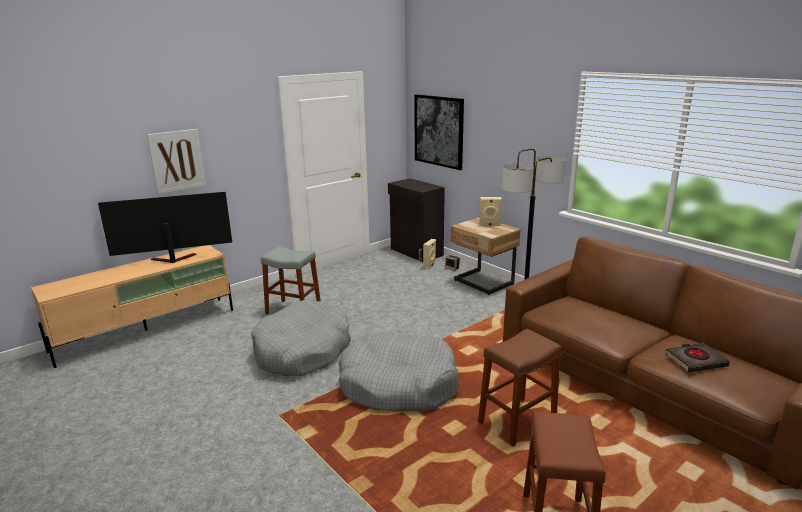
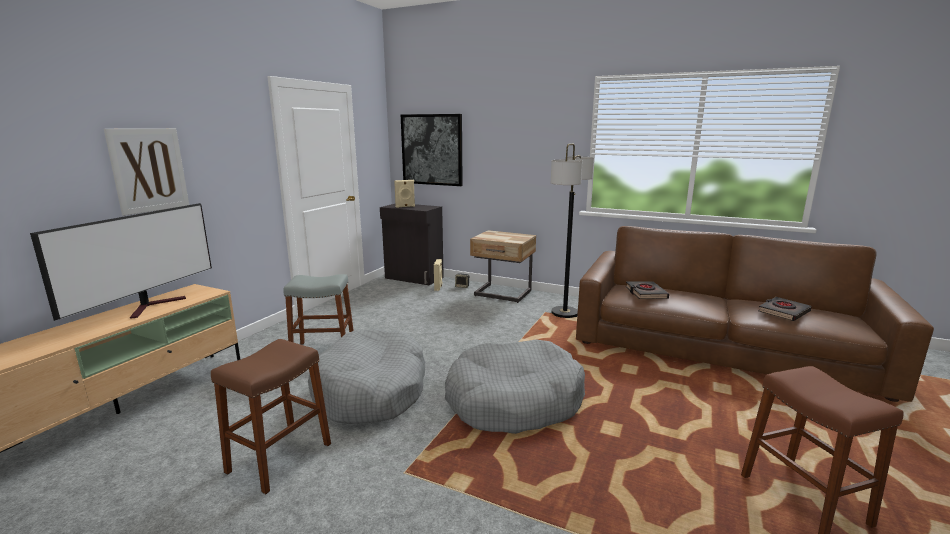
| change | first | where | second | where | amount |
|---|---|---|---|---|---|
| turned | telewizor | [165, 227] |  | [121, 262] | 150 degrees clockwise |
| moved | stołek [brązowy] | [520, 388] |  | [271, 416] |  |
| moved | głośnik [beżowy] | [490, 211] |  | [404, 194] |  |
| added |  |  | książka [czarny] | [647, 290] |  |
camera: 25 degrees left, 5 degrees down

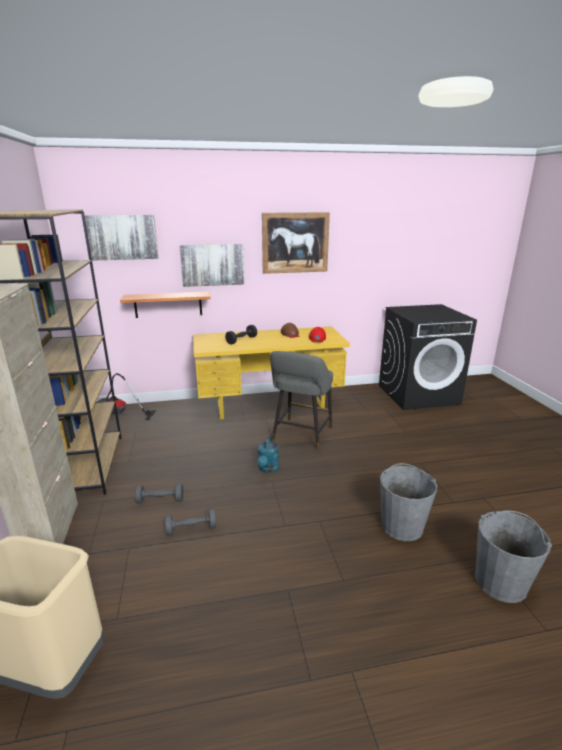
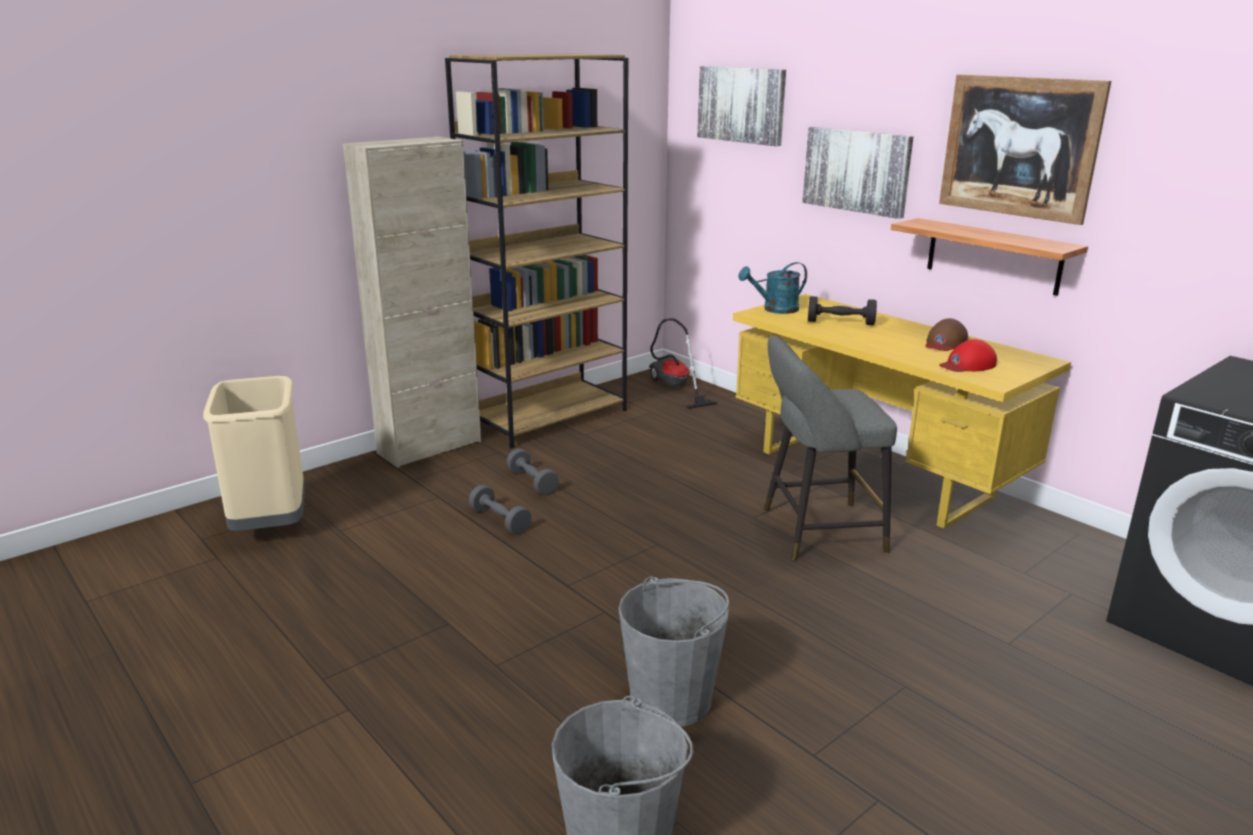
| change | first | where | second | where | amount |
|---|---|---|---|---|---|
| moved | półka | [165, 304] |  | [989, 257] |  |
| moved | konewka [turkusowy] | [268, 454] |  | [772, 288] |  |
camera: 60 degrees right, 0 degrees up

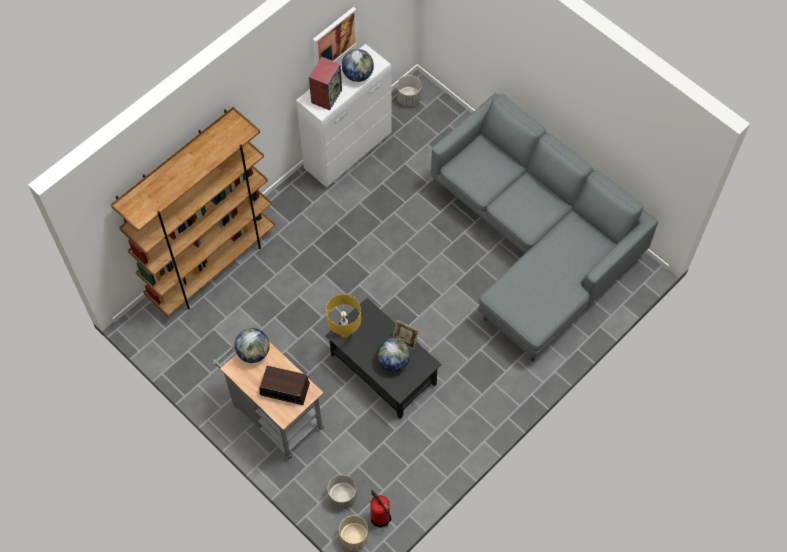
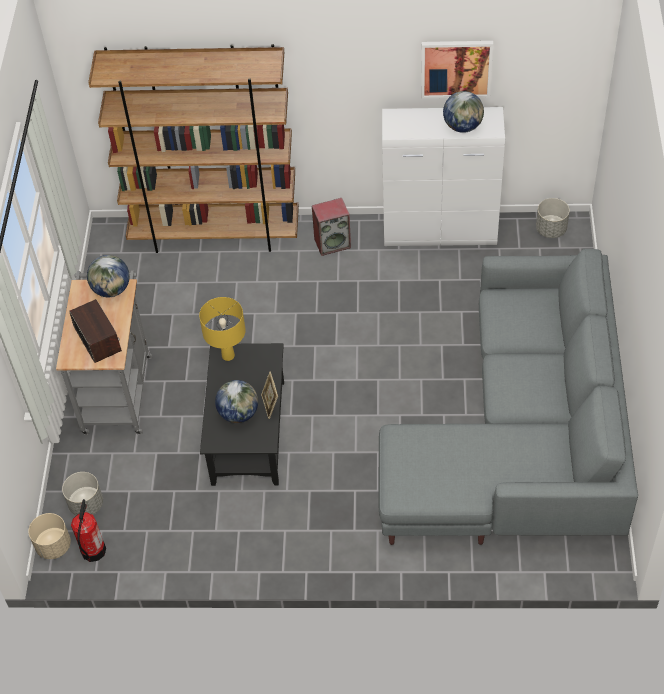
| change | first | where | second | where | amount |
|---|---|---|---|---|---|
| moved | głośnik | [325, 83] |  | [331, 227] |  |
camera: 50 degrees right, 10 degrees down

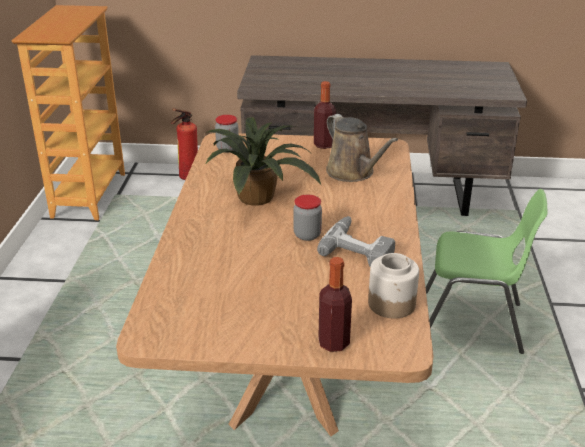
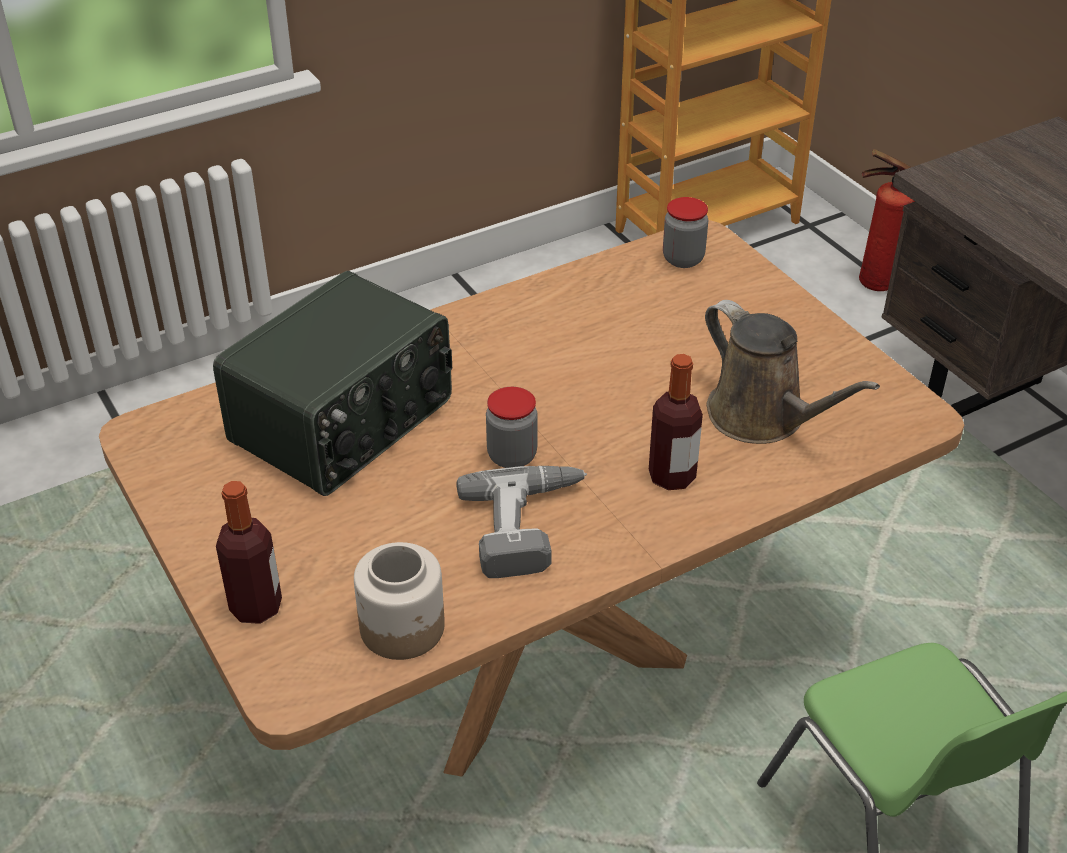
| change | first | where | second | where | amount |
|---|---|---|---|---|---|
| removed | roślina doniczkowa | [263, 161] |  |  |  |
| moved | butelka | [325, 115] |  | [676, 422] |  |
| turned | konewka [brązowy] | [362, 148] |  | [792, 372] | 60 degrees counterclockwise |
| added |  |  | radio | [332, 383] |  |
camera: 55 degrees right, 10 degrees up

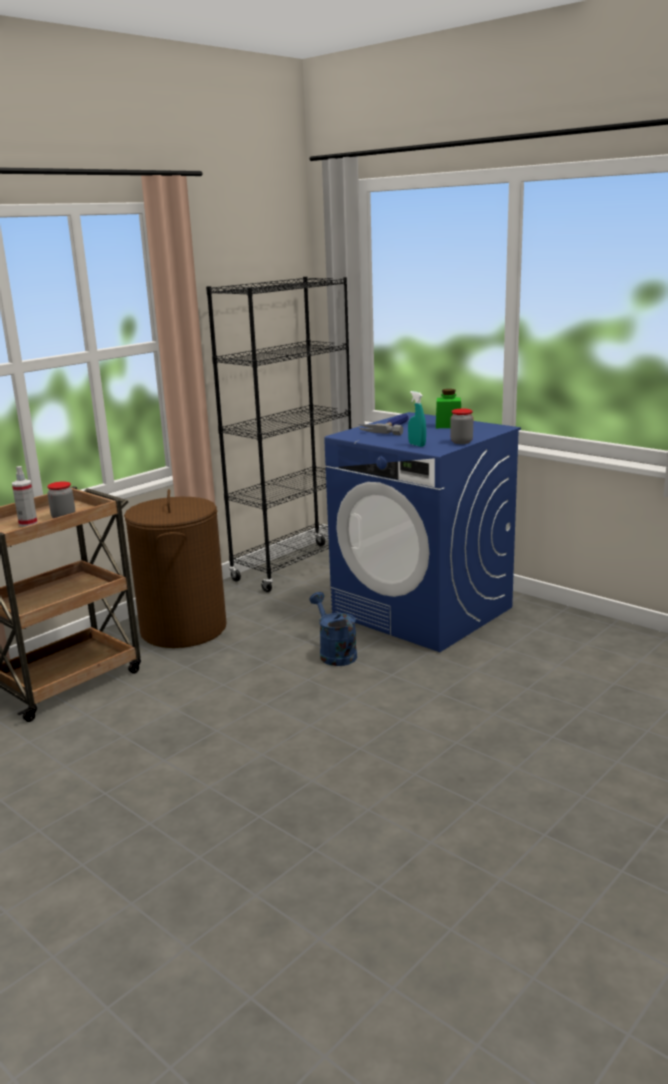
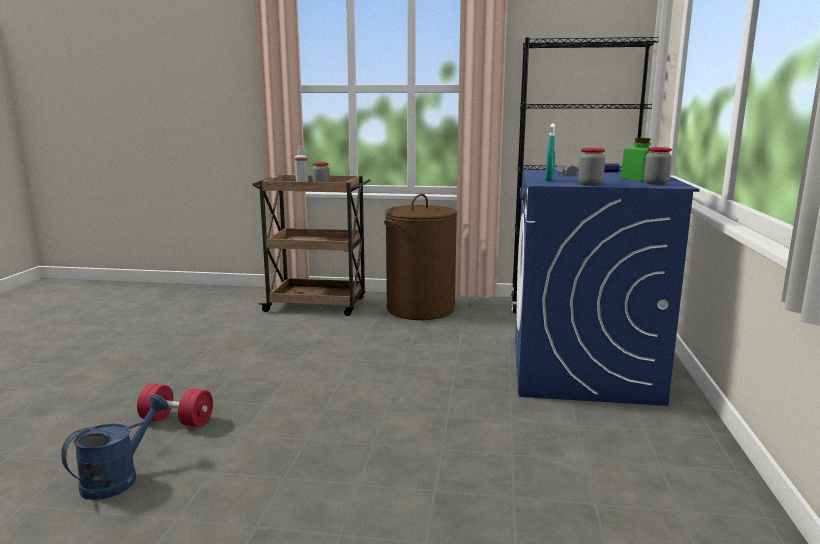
| change | first | where | second | where | amount |
|---|---|---|---|---|---|
| moved | konewka [niebieski] | [333, 629] |  | [115, 447] |  |
| added |  |  | hantel [czerwony] | [175, 405] |  |
| added |  |  | słoik | [658, 166] |  |
camera: 55 degrees right, 5 degrees down

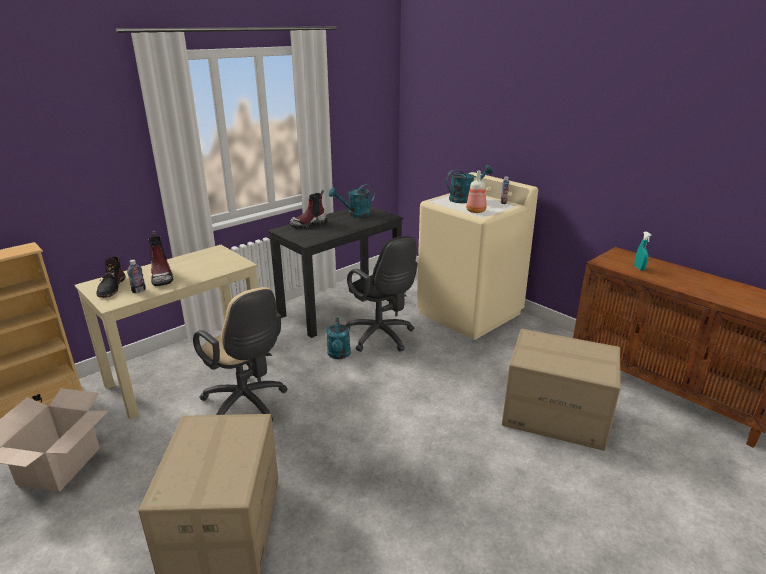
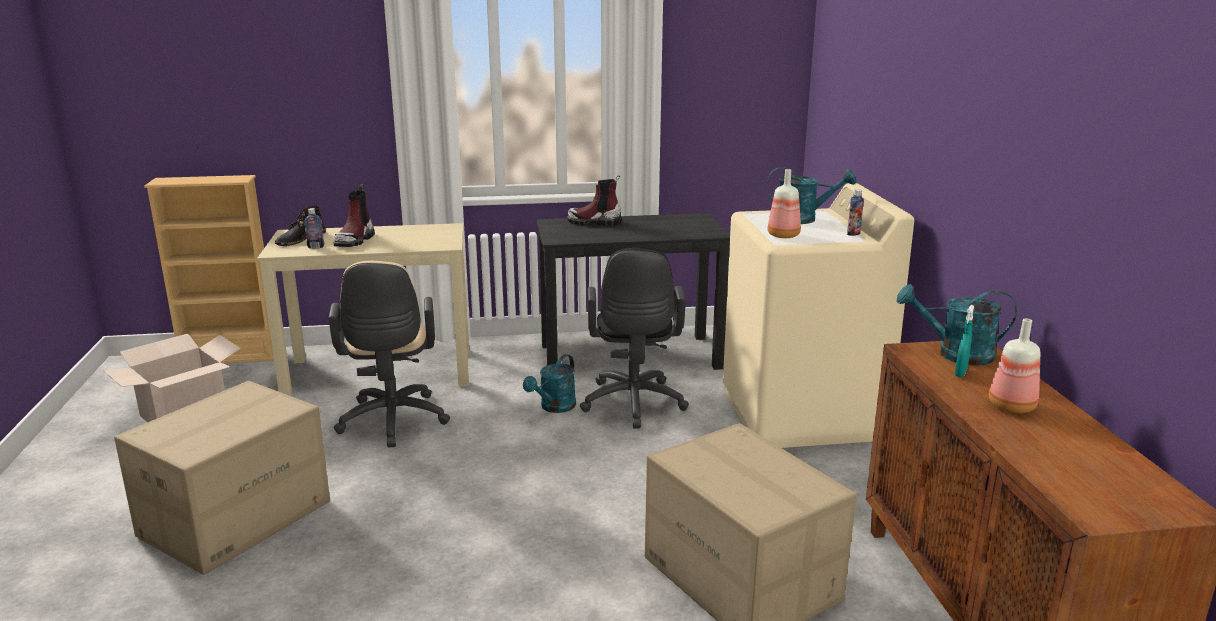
| change | first | where | second | where | amount |
|---|---|---|---|---|---|
| moved | konewka [turkusowy] | [352, 200] |  | [957, 325] |  |
| added |  |  | butelka | [1014, 365] |  |
camera: 35 degrees right, 5 degrees down

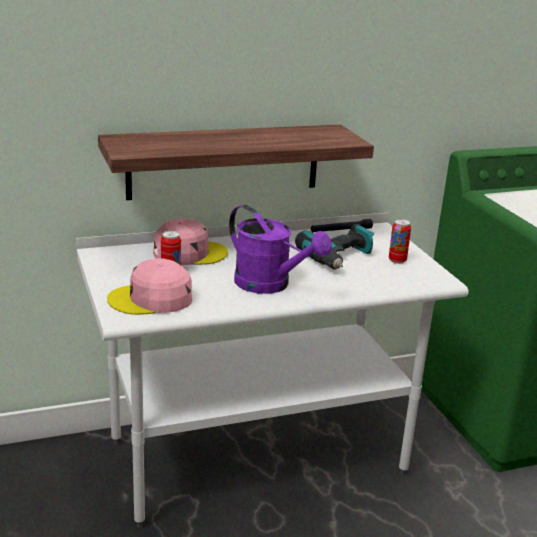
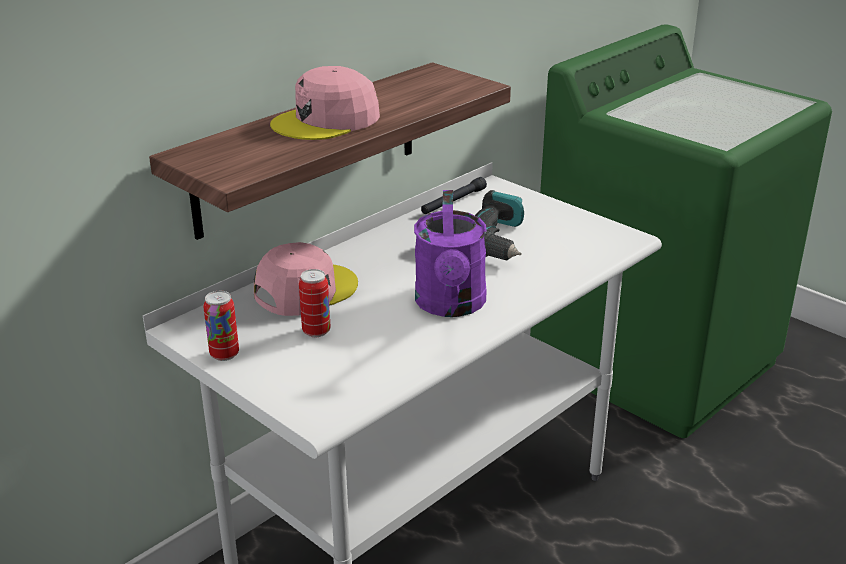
| change | first | where | second | where | amount |
|---|---|---|---|---|---|
| moved | czapka z daszkiem [różowy] | [149, 287] |  | [325, 103] |  |
| turned | konewka [fioletowy] | [280, 249] |  | [450, 253] | 75 degrees clockwise |
| moved | puszka | [400, 241] |  | [221, 326] |  |
camera: 25 degrees left, 5 degrees up

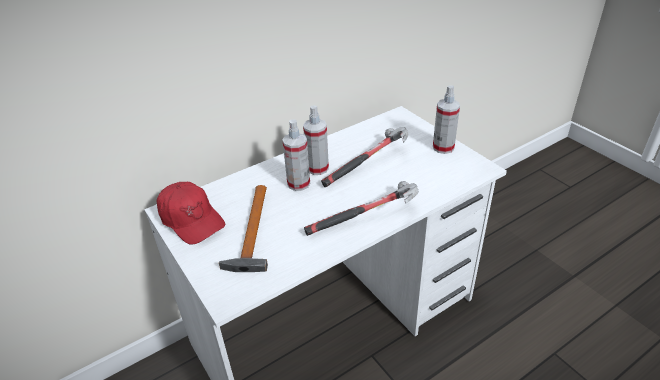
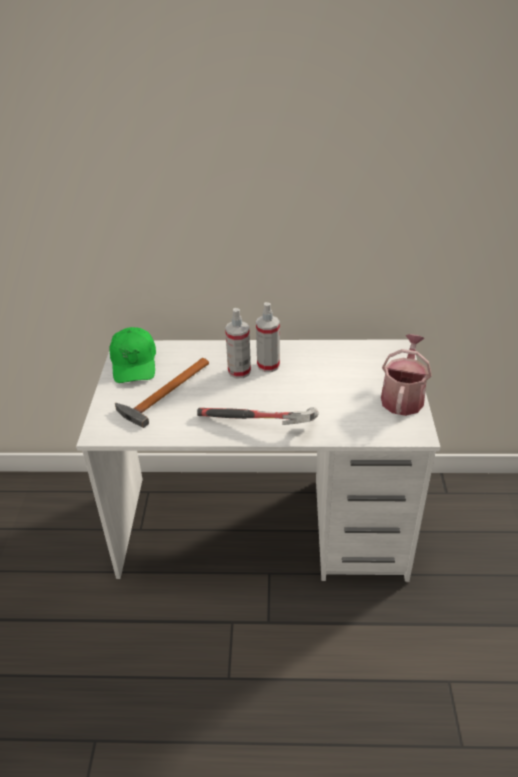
| change | first | where | second | where | amount |
|---|---|---|---|---|---|
| recoloured | czapka z daszkiem [czerwony] | [190, 213] | czapka z daszkiem [zielony] | [132, 355] |  |
| removed | młotek | [364, 157] |  |  |  |
| replaced | spryskiwacz | [446, 119] | konewka | [406, 375] |  |
camera: 35 degrees right, 0 degrees up

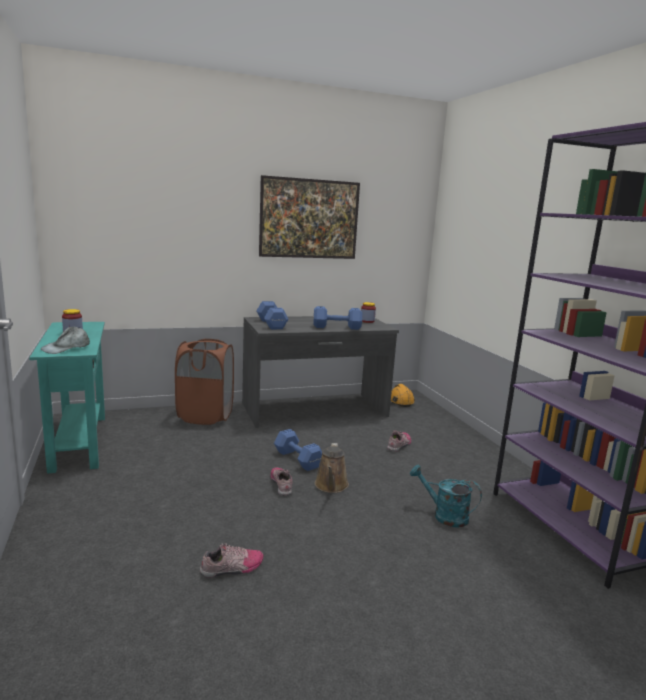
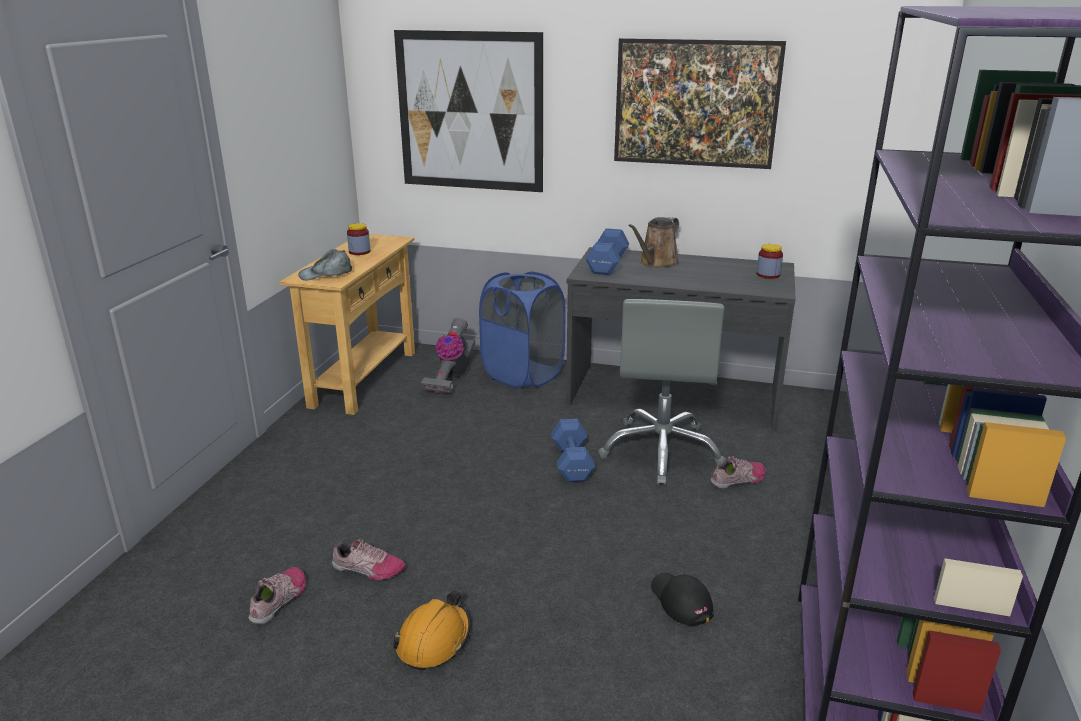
| change | first | where | second | where | amount |
|---|---|---|---|---|---|
| recoloured | stolik konsolowy [turkusowy] | [67, 398] | stolik konsolowy [beżowy] | [347, 324] |  |
| recoloured | kosz na pranie [brązowy] | [204, 382] | kosz na pranie [niebieski] | [522, 330] |  |
| moved | but | [282, 481] |  | [277, 596] |  |
| removed | hantel [niebieski] | [337, 318] |  |  |  |
| moved | konewka [brązowy] | [332, 468] |  | [654, 242] |  |
| moved | kask [pomarańczowy] | [403, 395] |  | [432, 630] |  |
| replaced | konewka [turkusowy] | [446, 496] | czapka z daszkiem [czarny] | [682, 599] |  |
| added |  |  | obraz | [468, 111] |  |
| added |  |  | odkurzacz | [448, 356] |  |
| added |  |  | krzesło biurowe [szary] | [662, 392] |  |
camera: 35 degrees right, 10 degrees up

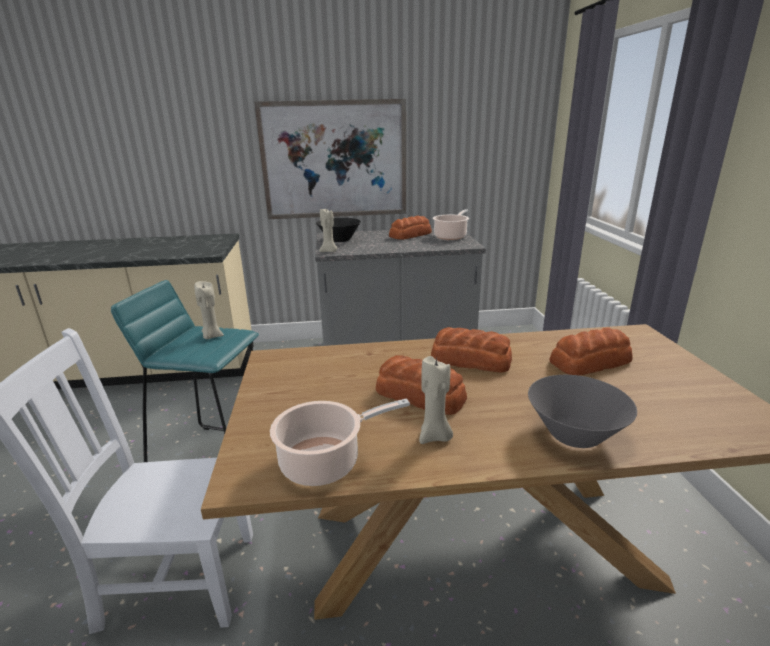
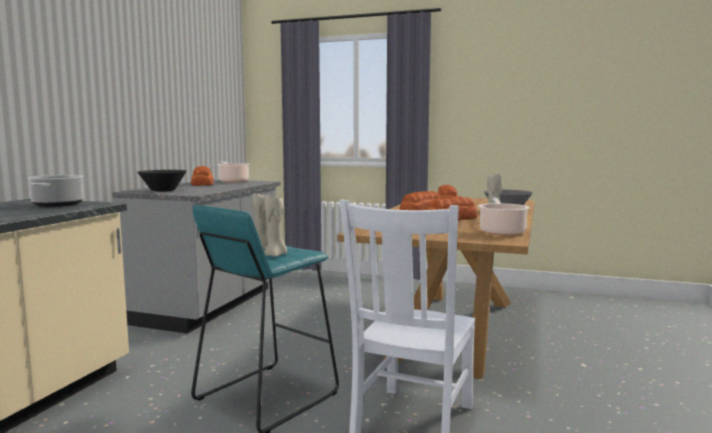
| change | first | where | second | where | amount |
|---|---|---|---|---|---|
| removed | obraz | [330, 159] |  |  |  |
| moved | świeca [beżowy] | [328, 230] |  | [275, 227] |  |
| added |  |  | garnek | [55, 191] |  |
camera: 65 degrees left, 15 degrees down

